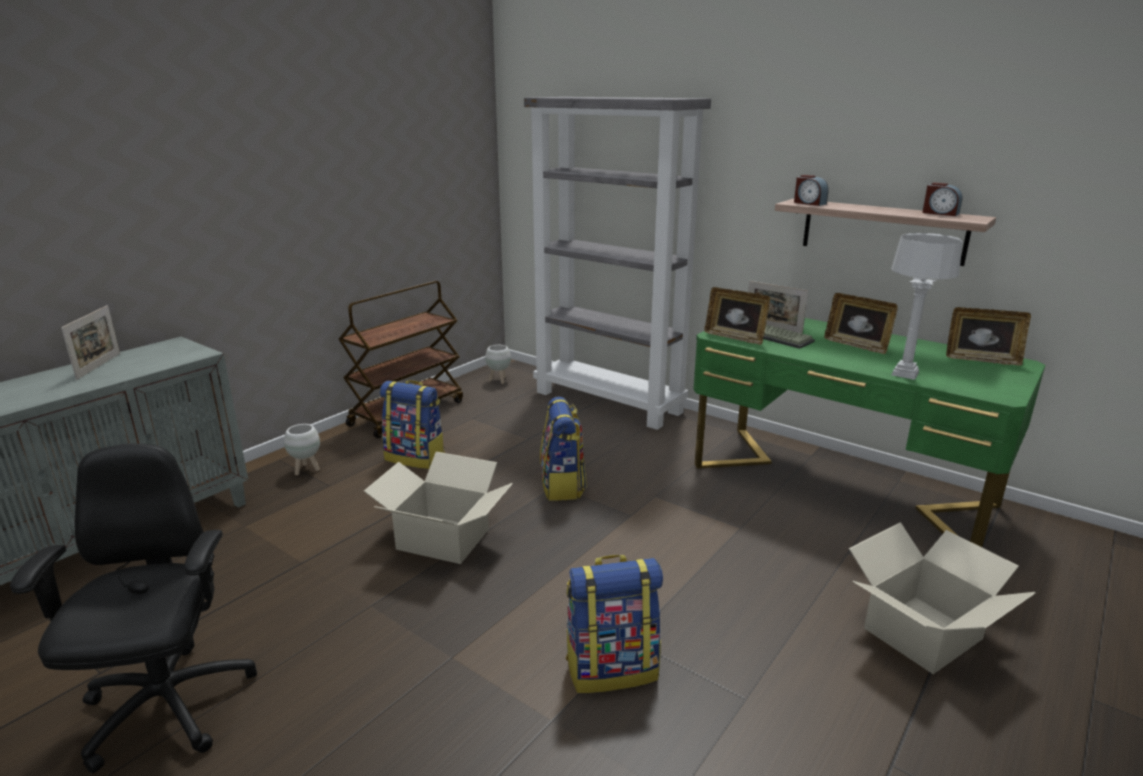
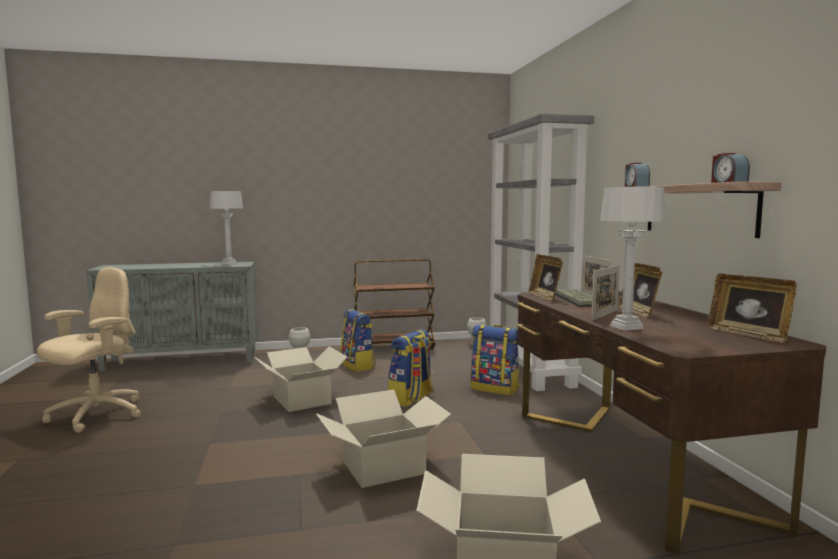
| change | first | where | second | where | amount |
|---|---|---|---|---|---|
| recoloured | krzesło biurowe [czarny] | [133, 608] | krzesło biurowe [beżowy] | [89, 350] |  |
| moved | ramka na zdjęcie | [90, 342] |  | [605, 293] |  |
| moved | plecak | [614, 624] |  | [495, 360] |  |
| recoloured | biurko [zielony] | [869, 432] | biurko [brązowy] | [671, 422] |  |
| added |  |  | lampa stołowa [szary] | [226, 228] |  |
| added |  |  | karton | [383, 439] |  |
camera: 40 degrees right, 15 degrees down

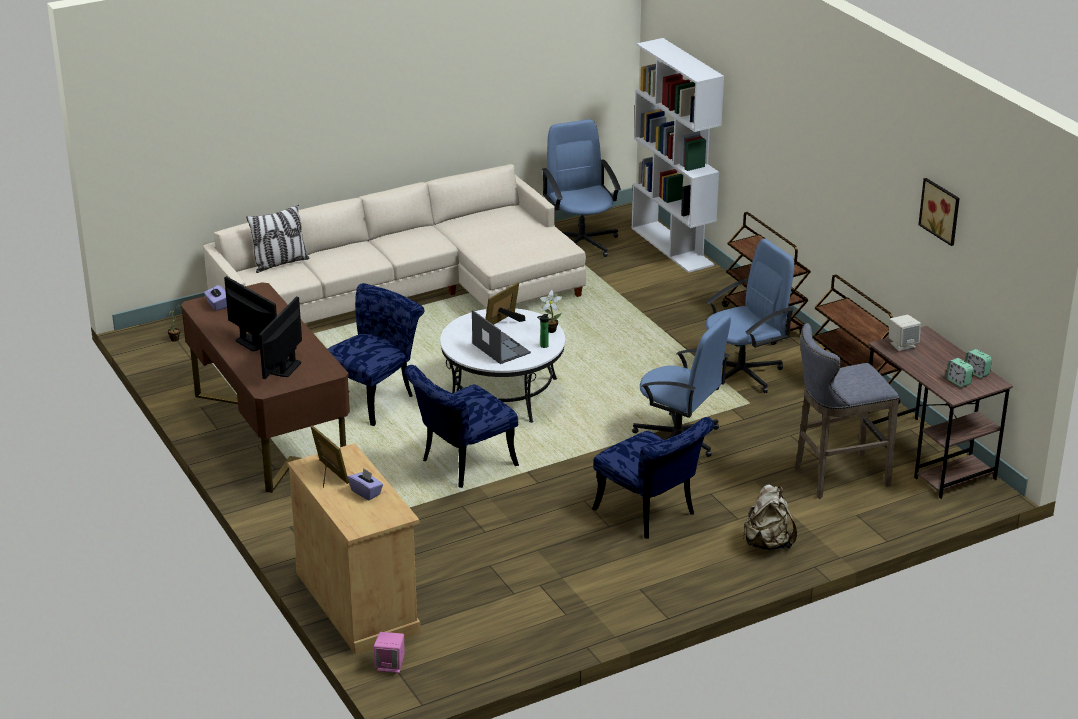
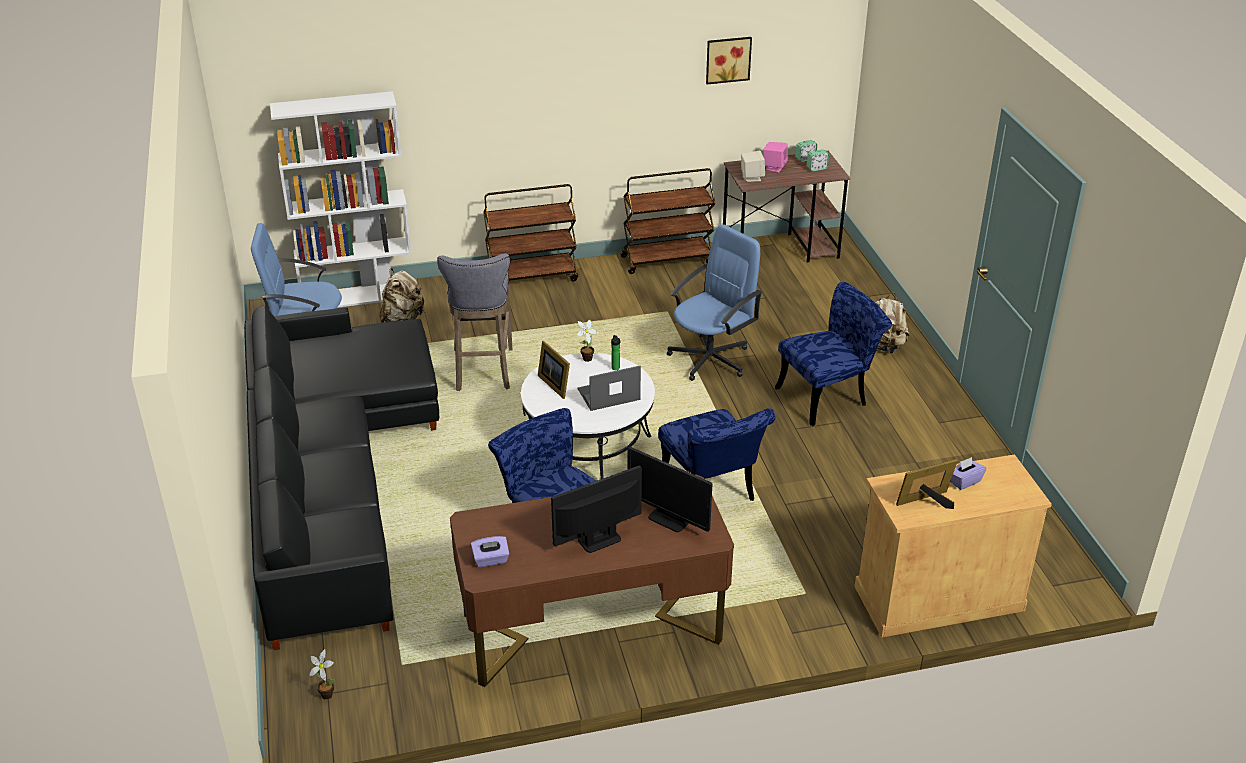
| change | first | where | second | where | amount |
|---|---|---|---|---|---|
| recoloured | kanapa [beżowy] | [394, 243] | kanapa [czarny] | [341, 477] |  |
| removed | poduszka | [277, 239] |  |  |  |
| moved | głośnik [różowy] | [389, 652] |  | [775, 157] |  |
| removed | krzesło biurowe [niebieski] | [750, 316] |  |  |  |
| moved | stołek [szary] | [847, 411] |  | [474, 322] |  |
| added |  |  | plecak [beżowy] | [402, 295] |  |
camera: 75 degrees left, 5 degrees up

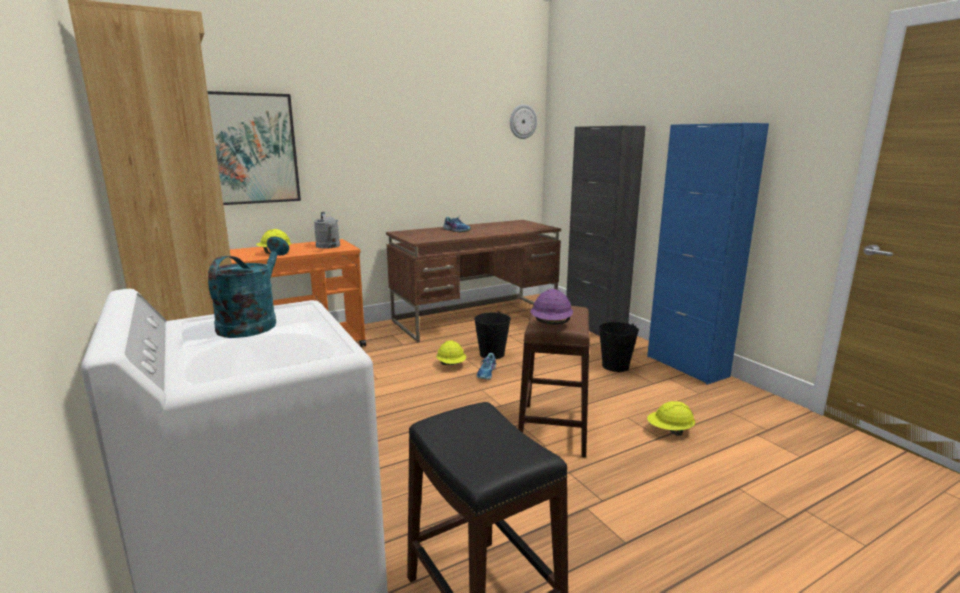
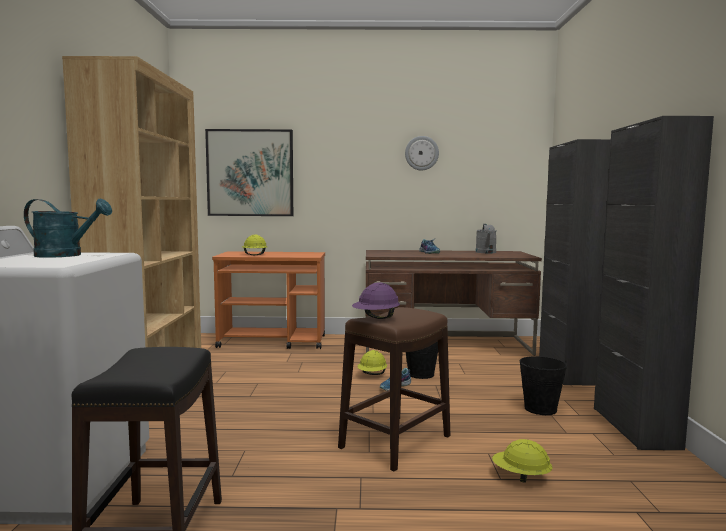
| change | first | where | second | where | amount |
|---|---|---|---|---|---|
| turned | konewka [turkusowy] | [248, 287] |  | [68, 228] | 60 degrees clockwise |
| moved | konewka [szary] | [327, 230] |  | [486, 238] |  |
| moved | zegar ścienny | [523, 121] |  | [422, 153] |  |
| recoloured | szafka [niebieski] | [708, 254] | szafka [czarny] | [654, 283] |  |
camera: 30 degrees right, 10 degrees down

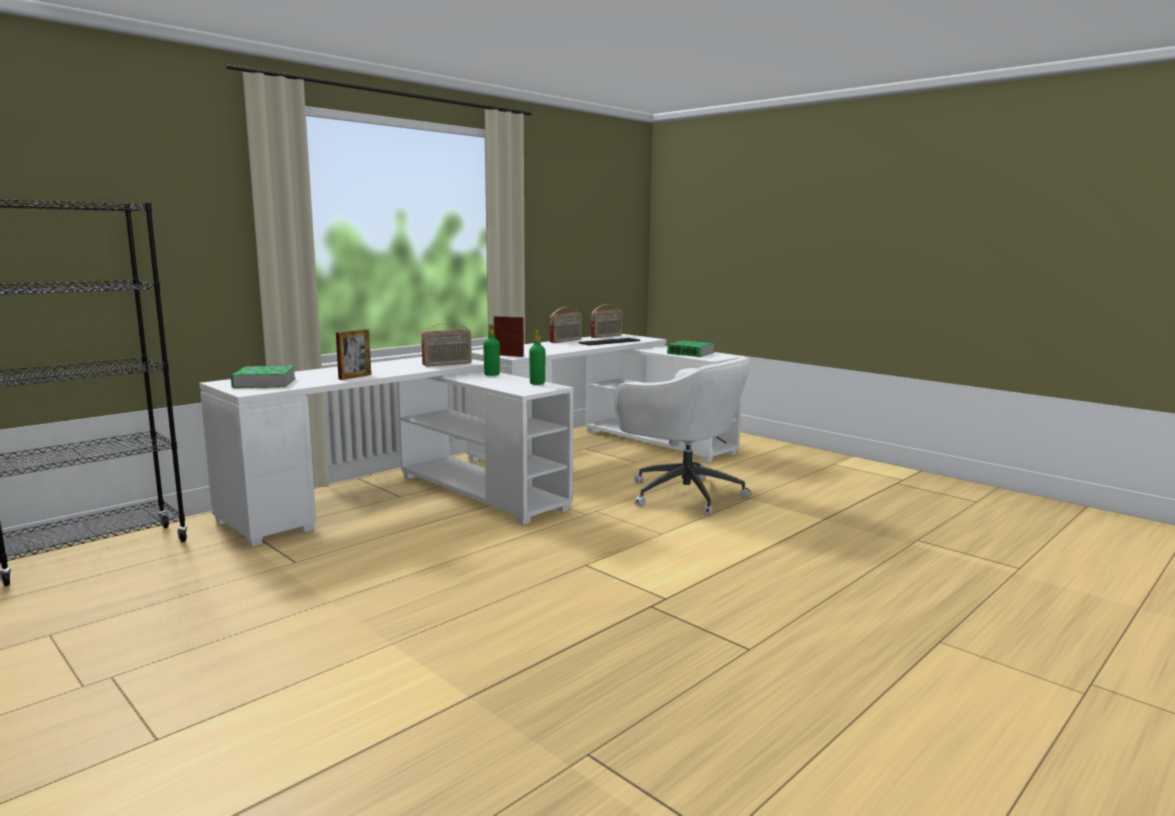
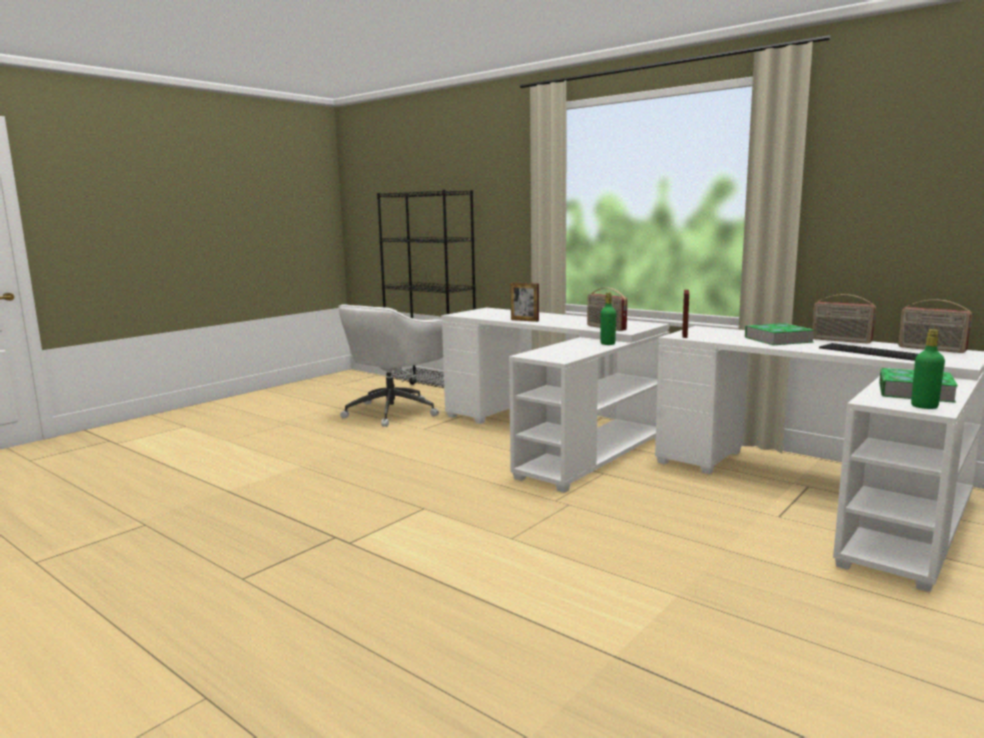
| change | first | where | second | where | amount |
|---|---|---|---|---|---|
| moved | książka | [263, 377] |  | [779, 334] |  |
| moved | butelka [zielony] | [537, 357] |  | [928, 369] |  |
| moved | krzesło biurowe [biały] | [683, 436] |  | [390, 365] |  |
camera: 85 degrees right, 0 degrees up

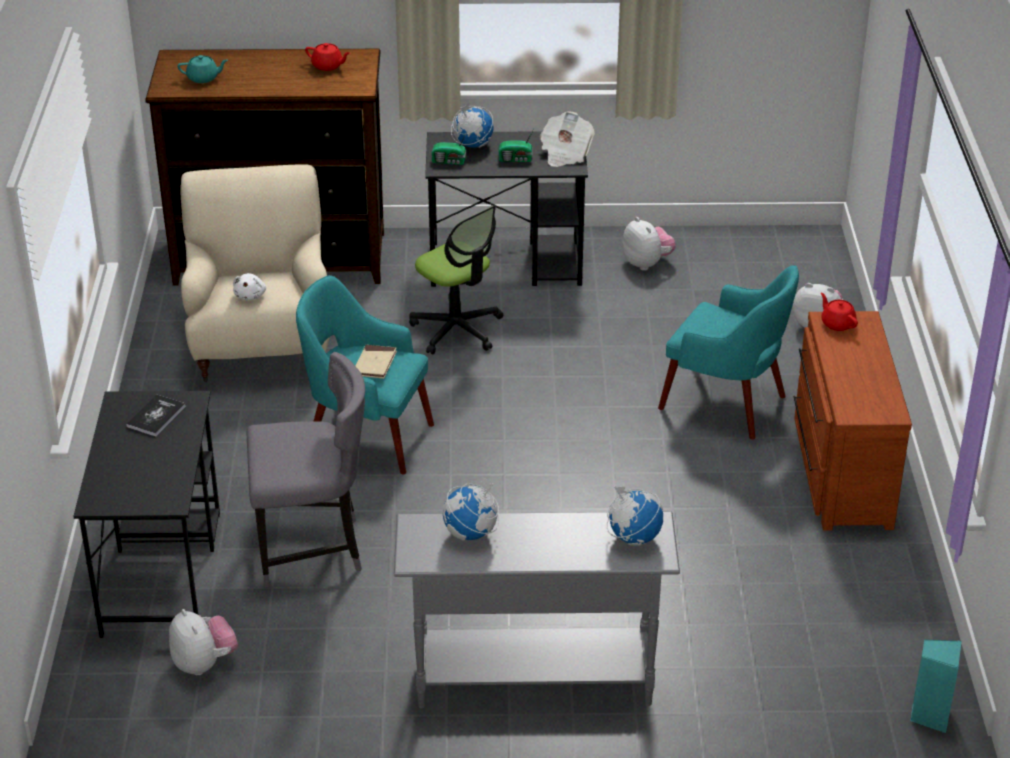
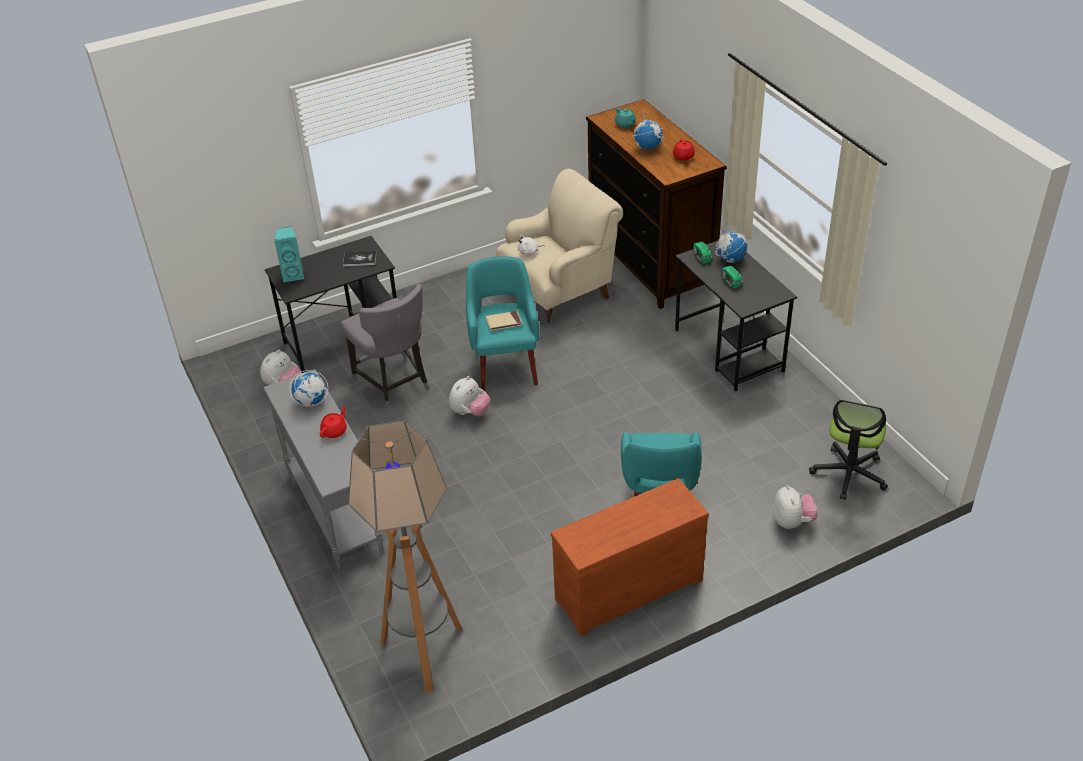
| change | first | where | second | where | amount |
|---|---|---|---|---|---|
| moved | krzesło biurowe | [456, 279] |  | [848, 450] |  |
| removed | gazeta | [567, 139] |  |  |  |
| moved | globus | [635, 516] |  | [648, 130] |  |
| moved | pluszak | [649, 244] |  | [469, 396] |  |
| moved | imbryk [czerwony] | [839, 312] |  | [333, 422] |  |
| moved | głośnik [turkusowy] | [936, 686] |  | [289, 254] |  |
| added |  |  | lampa stojąca | [405, 556] |  |
camera: 65 degrees right, 5 degrees up

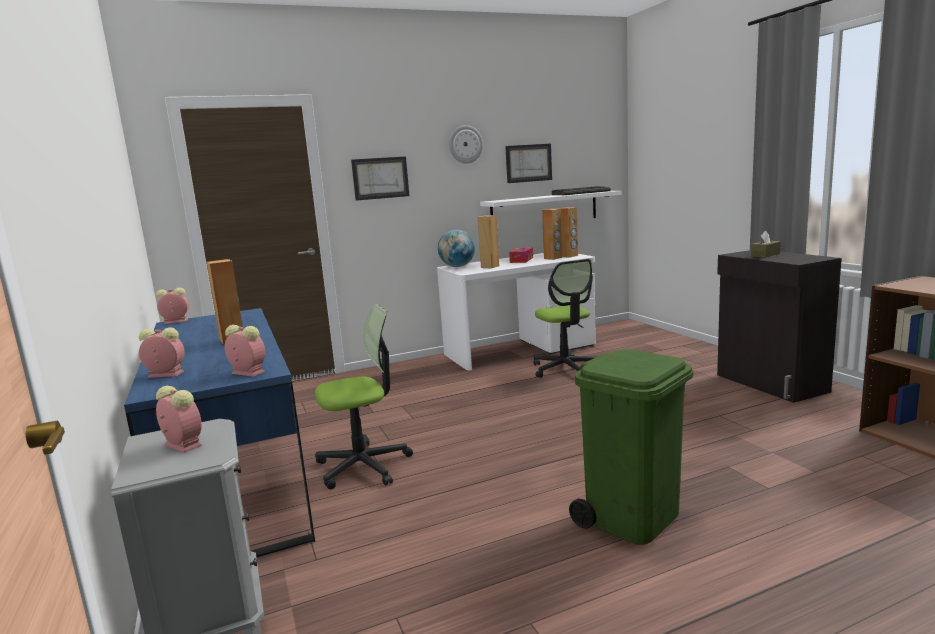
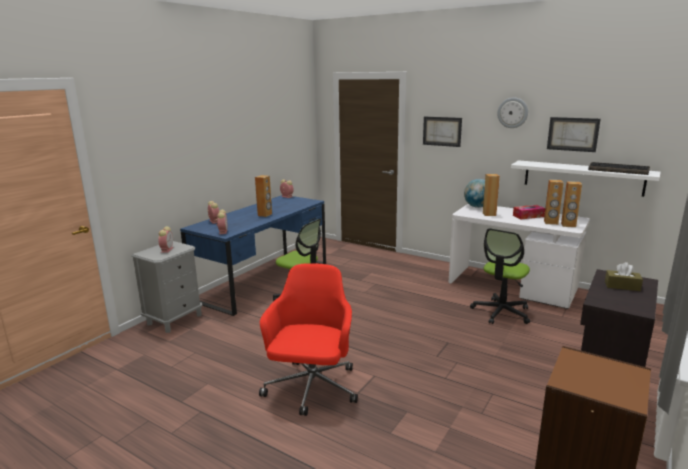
| change | first | where | second | where | amount |
|---|---|---|---|---|---|
| replaced | kosz na śmieci [zielony] | [631, 447] | krzesło biurowe [czerwony] | [308, 339] |  |
camera: 55 degrees right, 5 degrees up

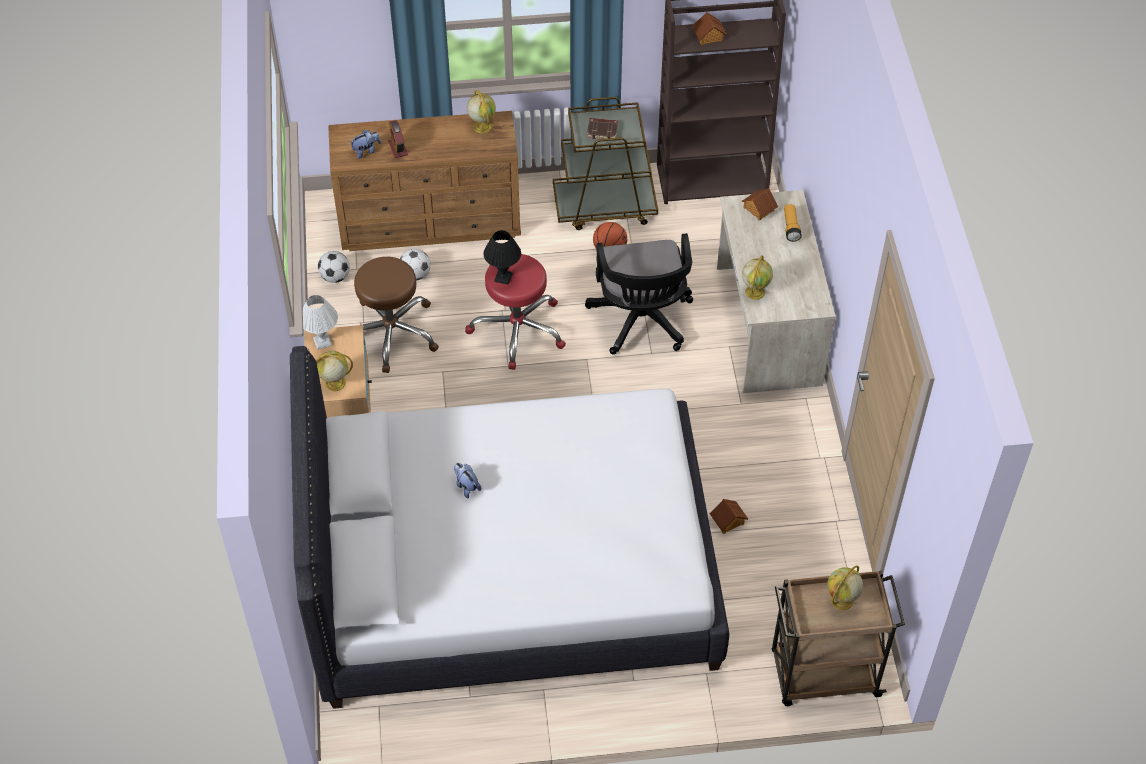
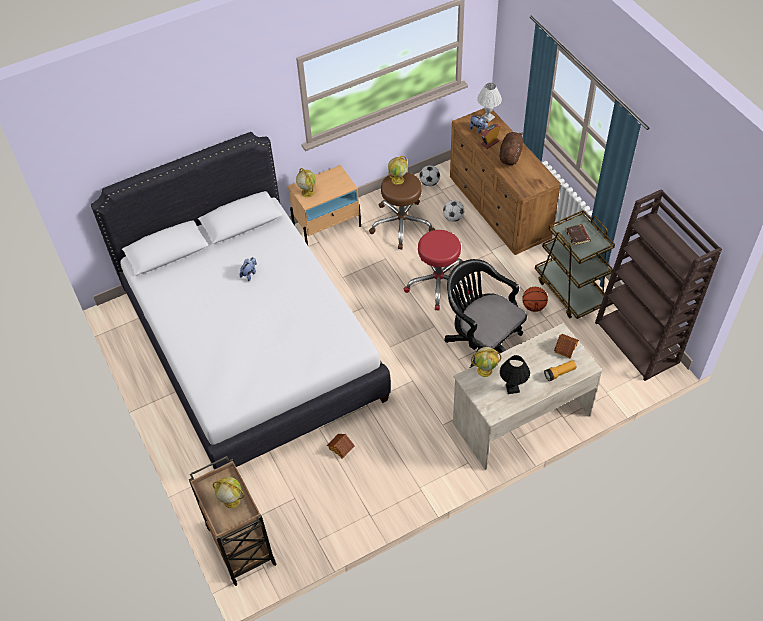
| change | first | where | second | where | amount |
|---|---|---|---|---|---|
| moved | lampa stołowa [biały] | [320, 322] |  | [489, 102] |  |
| moved | globus | [481, 111] |  | [398, 170] |  |
| moved | lampa stołowa [czarny] | [502, 257] |  | [515, 374] |  |
| turned | krzesło biurowe [czarny] | [639, 294] |  | [485, 313] | 75 degrees clockwise |
| removed | domek | [709, 28] |  |  |  |
| added |  |  | pluszak [brązowy] | [511, 148] |  |
camera: 70 degrees right, 0 degrees up

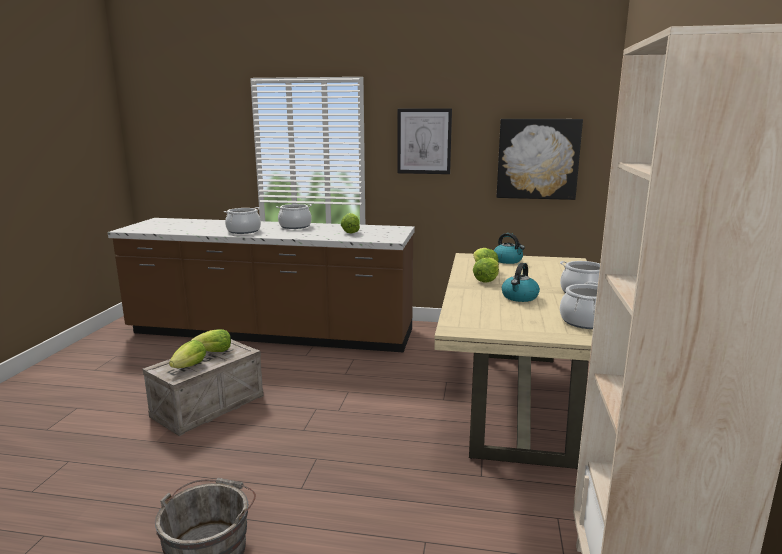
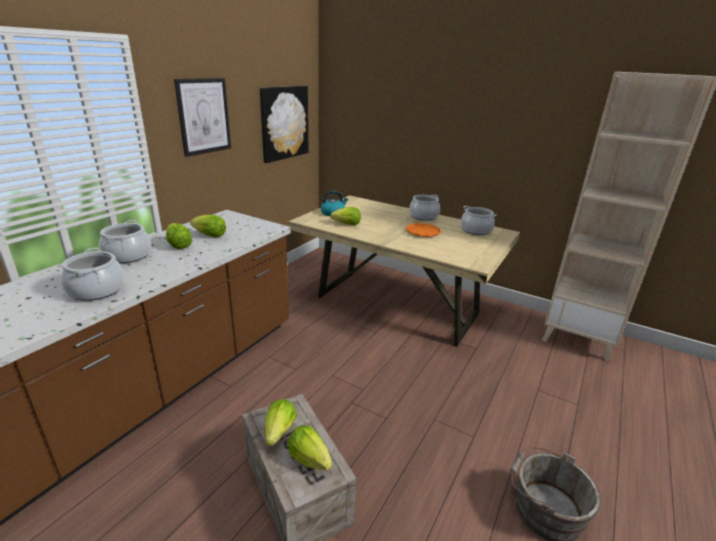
| change | first | where | second | where | amount |
|---|---|---|---|---|---|
| moved | sałata | [486, 270] |  | [179, 236] |  |
| replaced | czajnik | [521, 282] | talerz [pomarańczowy] | [423, 230] |  |
camera: 70 degrees left, 10 degrees up

